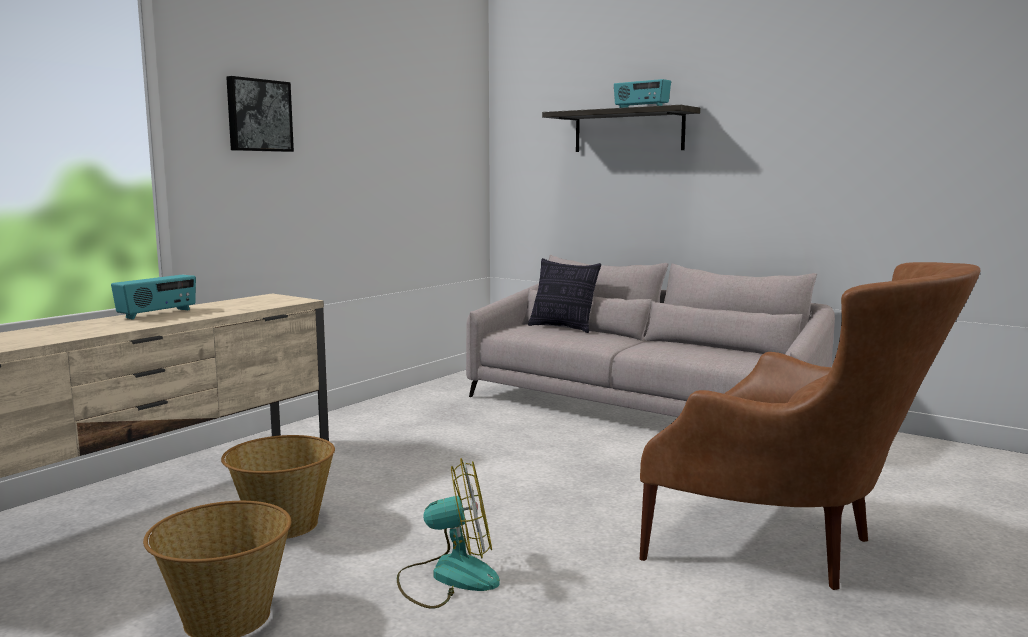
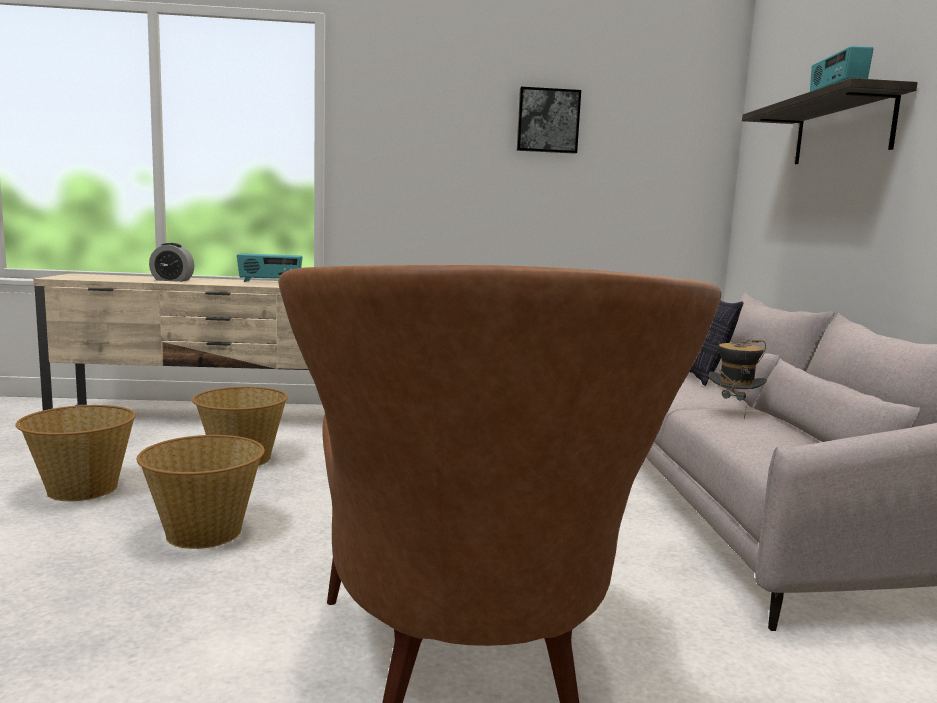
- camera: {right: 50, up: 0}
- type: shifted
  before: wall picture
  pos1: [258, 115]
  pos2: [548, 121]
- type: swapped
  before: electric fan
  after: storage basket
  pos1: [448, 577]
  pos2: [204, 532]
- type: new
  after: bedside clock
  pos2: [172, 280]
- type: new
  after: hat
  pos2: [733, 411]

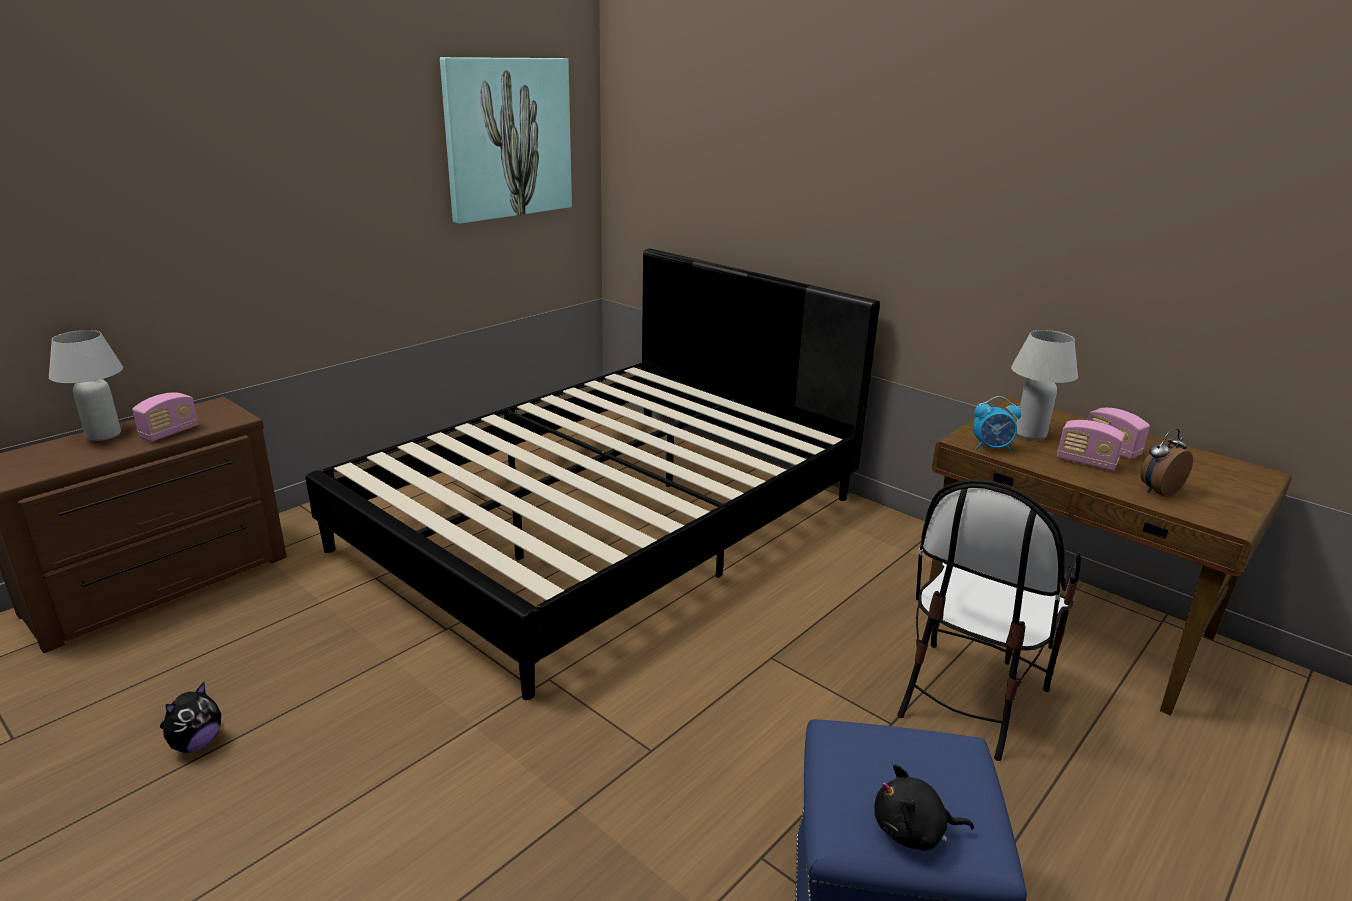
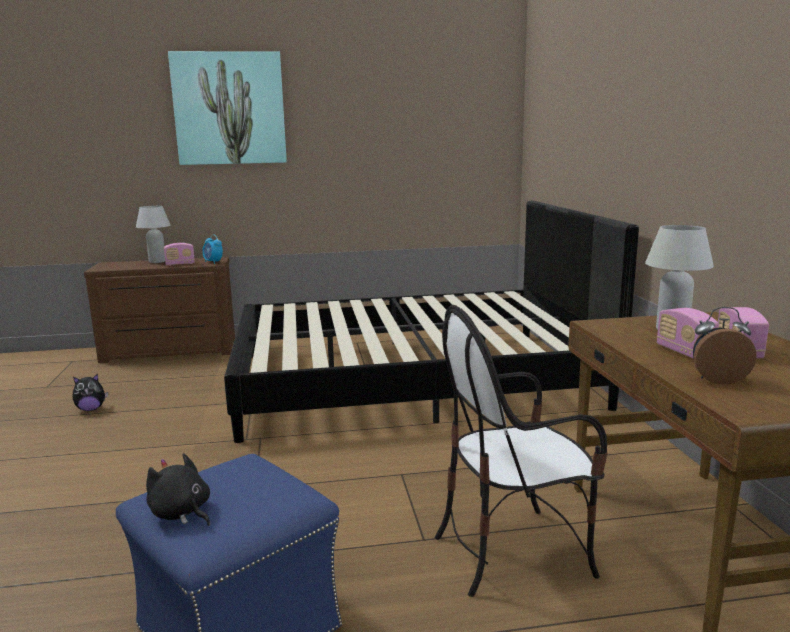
- camera: {right: 40, up: -10}
- type: shifted
  before: wall picture
  pos1: [508, 138]
  pos2: [229, 109]
- type: shifted
  before: bedside clock
  pos1: [991, 448]
  pos2: [213, 262]

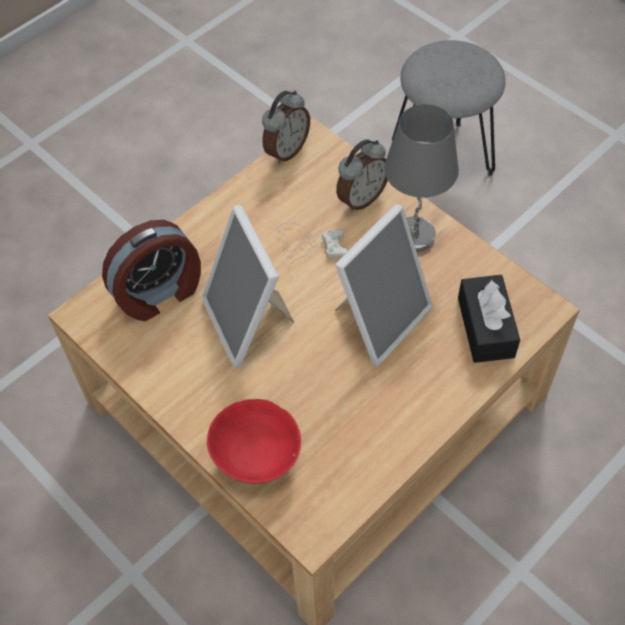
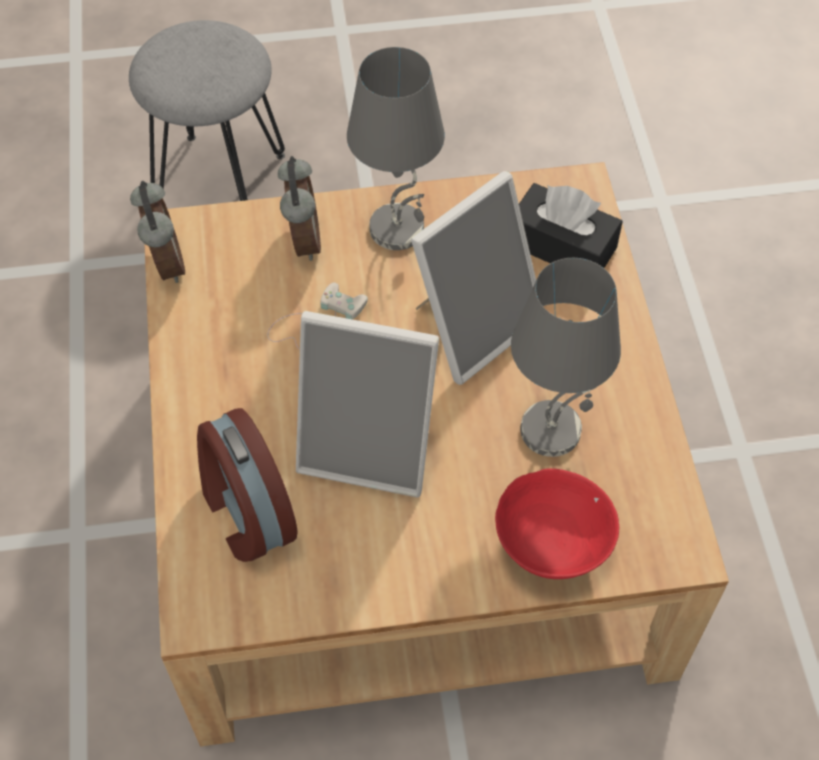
- camera: {right: -55, up: 0}
- type: rotated
  before: picture frame
  pos1: [379, 318]
  pos2: [472, 325]
  turn: 60
- type: rotated
  before: bedside clock
  pos1: [159, 293]
  pos2: [246, 512]
  turn: 150
- type: new
  after: grey lamp for a table
  pos2: [552, 429]

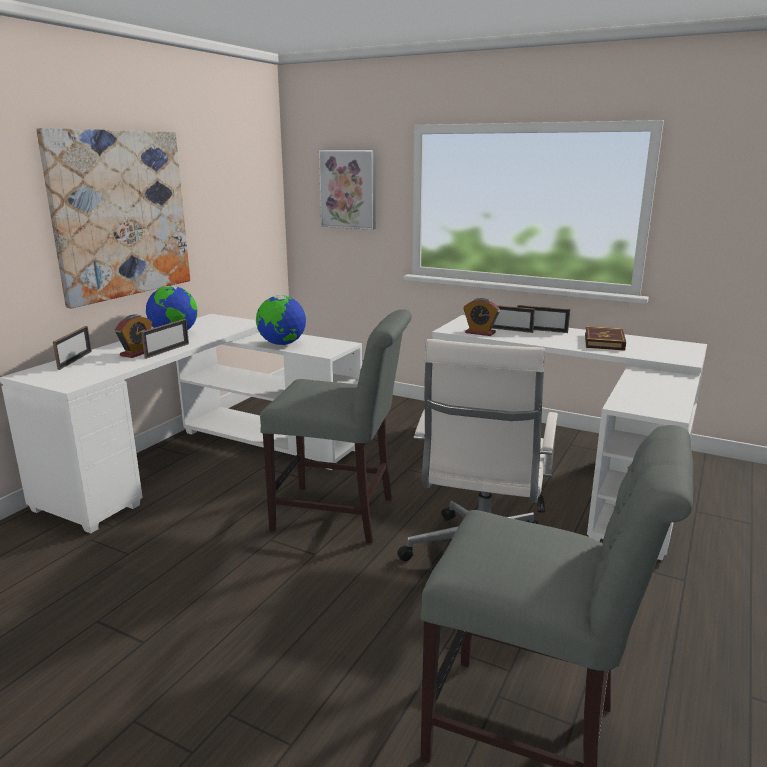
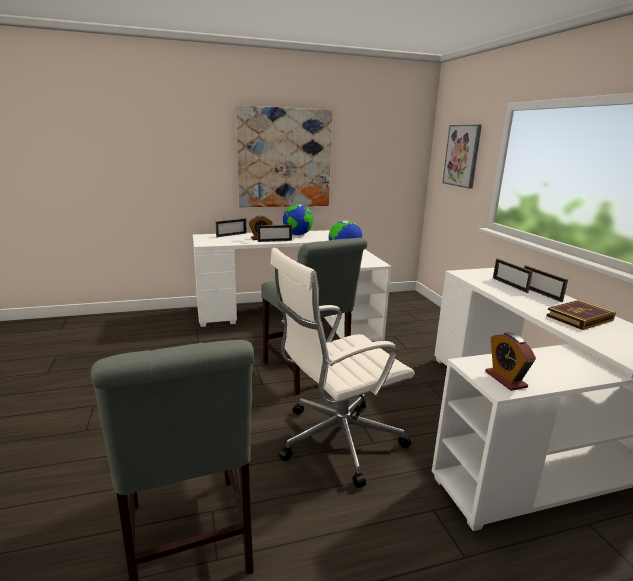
- camera: {right: 45, up: 0}
- type: shifted
  before: bedside clock
  pos1: [480, 333]
  pos2: [505, 379]

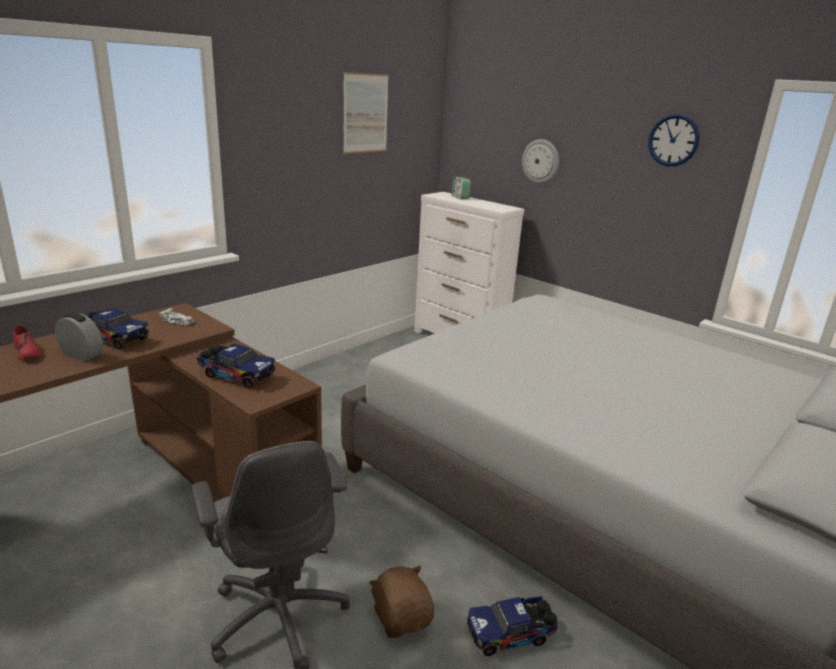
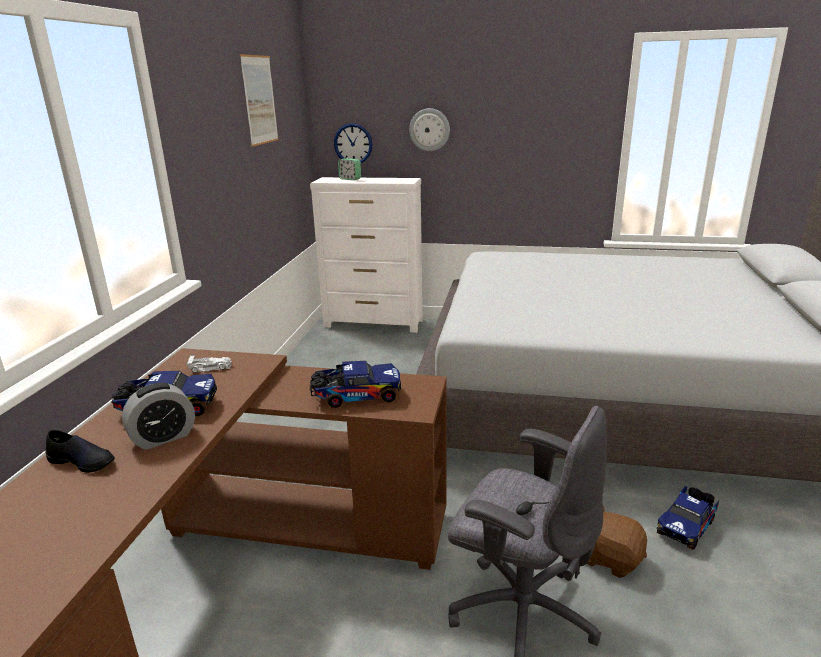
- camera: {right: -30, up: 0}
- type: shifted
  before: wall clock
  pos1: [673, 140]
  pos2: [353, 144]
- type: rotated
  before: bedside clock
  pos1: [82, 355]
  pos2: [163, 437]
  turn: 150
- type: repainted
  before: reddish low shoe
  after: black-coloured low shoe
  pos1: [27, 352]
  pos2: [82, 461]

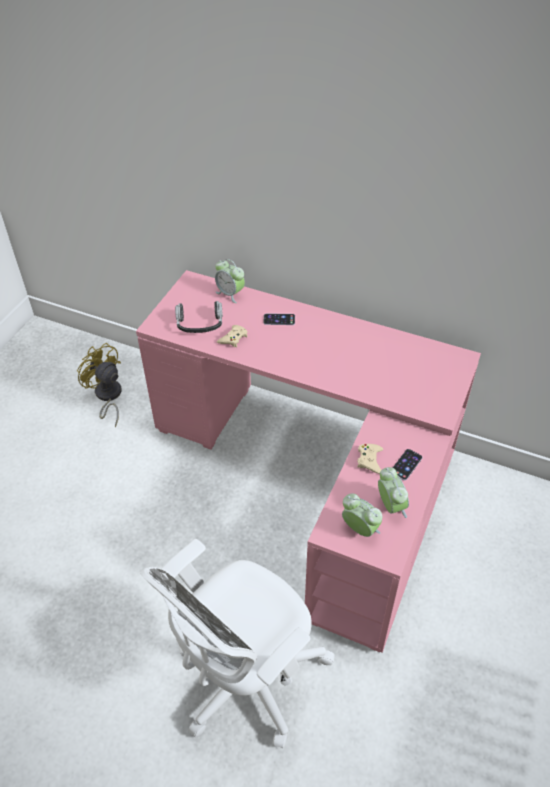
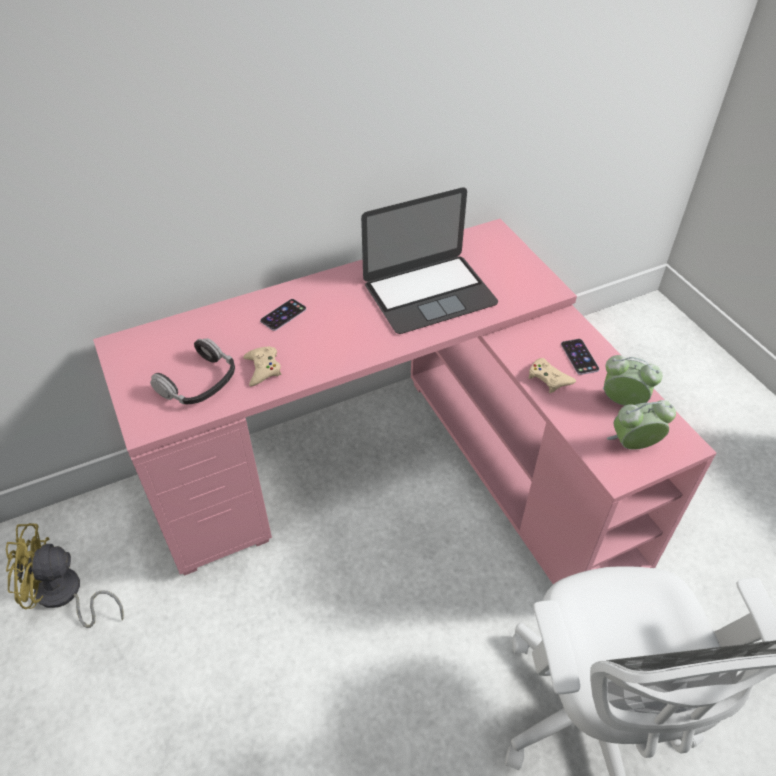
- camera: {right: -50, up: 0}
- type: gone
  before: bedside clock
  pos1: [230, 293]
- type: new
  after: portable computer
  pos2: [429, 293]

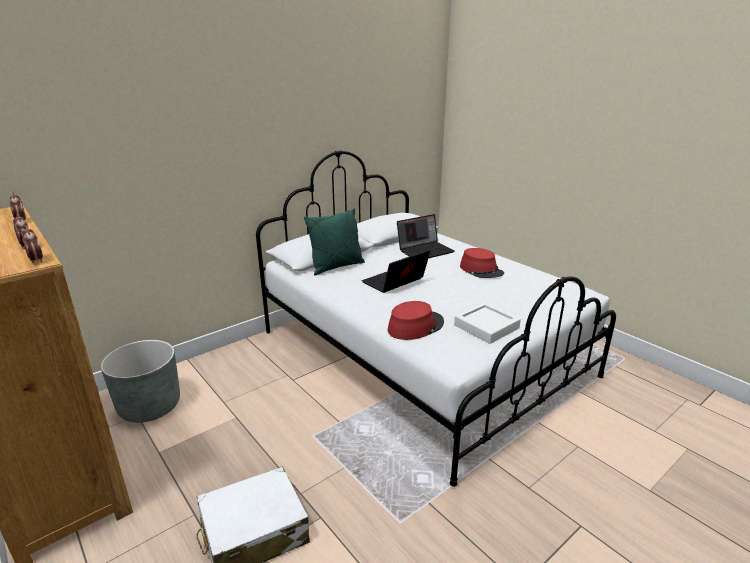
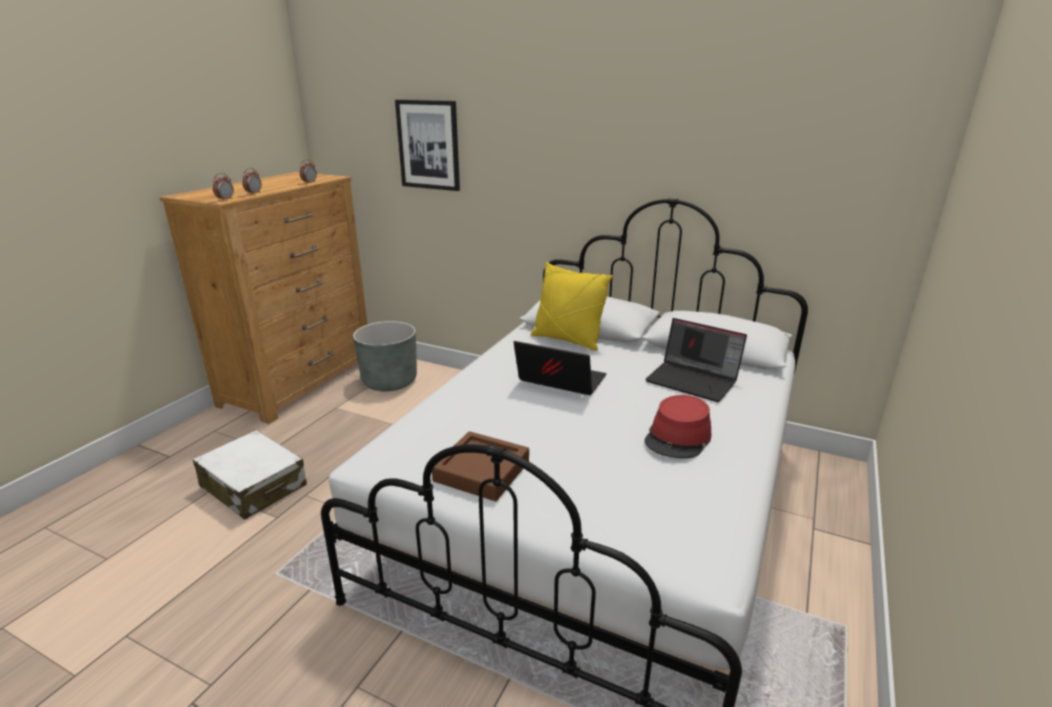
- camera: {right: 65, up: 0}
- type: repainted
  before: green-coloured throw pillow
  after: yellowish throw pillow
  pos1: [336, 267]
  pos2: [567, 340]
- type: gone
  before: reddish hat
  pos1: [415, 326]
- type: repainted
  before: white-coloured tray
  after: brown tray
  pos1: [486, 327]
  pos2: [481, 471]
- type: new
  after: wall picture
  pos2: [428, 145]

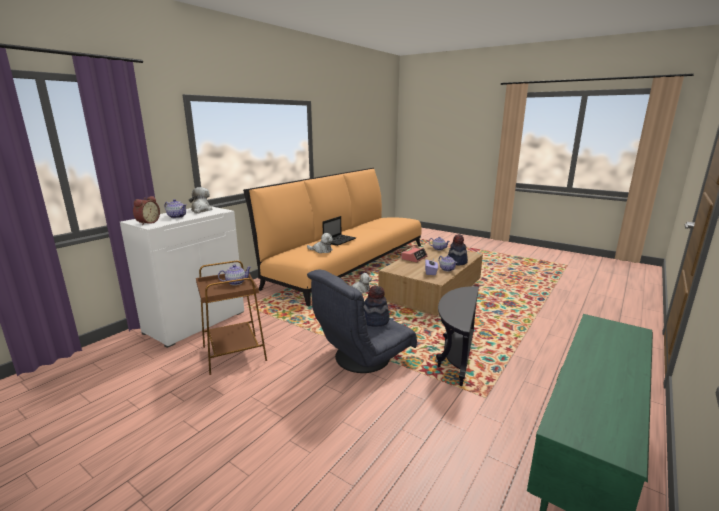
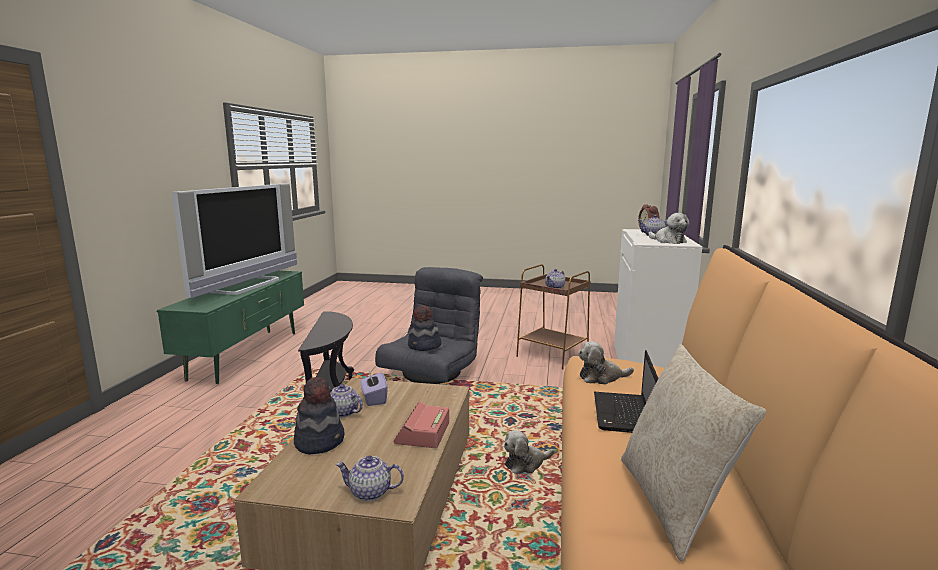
- camera: {right: 155, up: -5}
- type: new
  after: TV
  pos2: [248, 285]
- type: new
  after: beige throw pillow
  pos2: [673, 503]

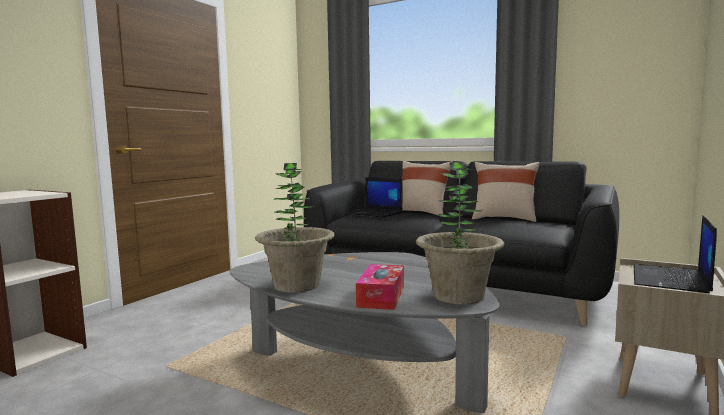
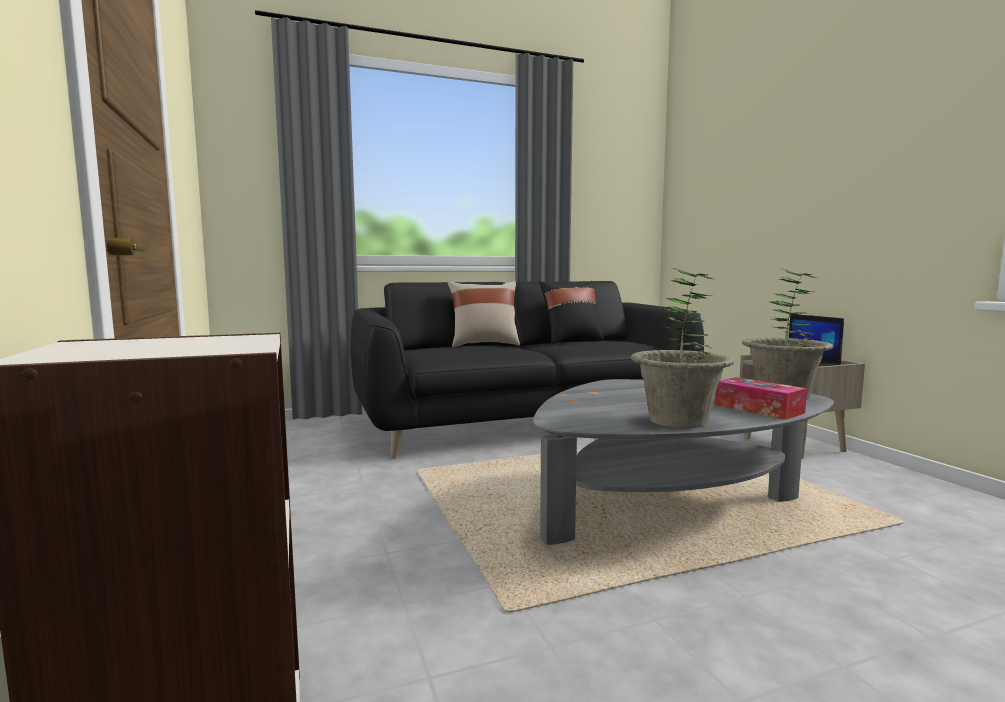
- camera: {right: -50, up: 0}
- type: repainted
  before: beige throw pillow
  after: black-coloured throw pillow
  pos1: [504, 218]
  pos2: [571, 341]
- type: gone
  before: portable computer
  pos1: [375, 213]

